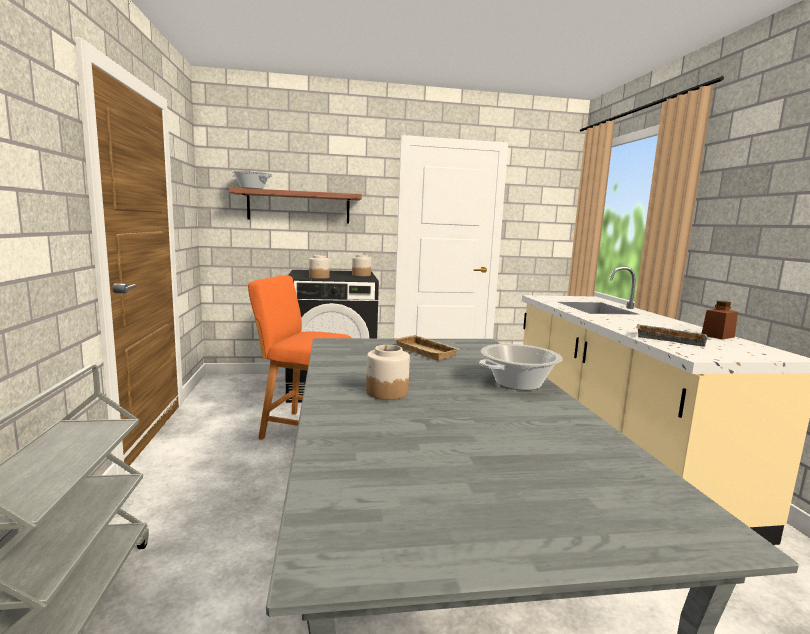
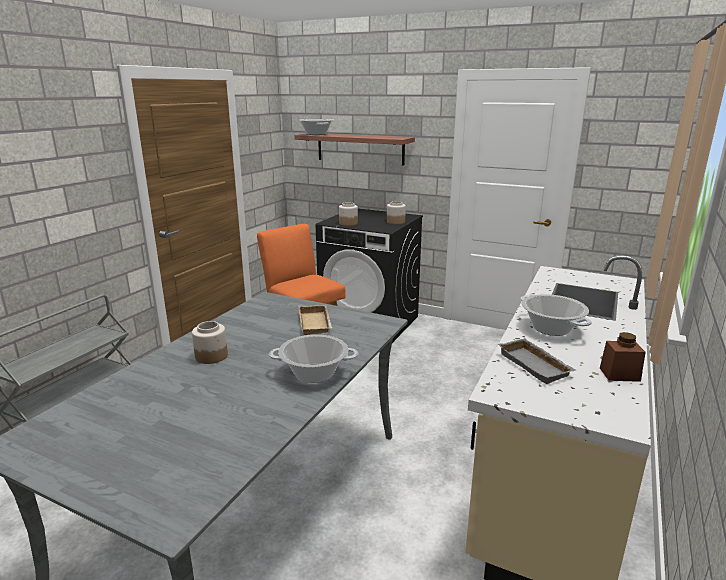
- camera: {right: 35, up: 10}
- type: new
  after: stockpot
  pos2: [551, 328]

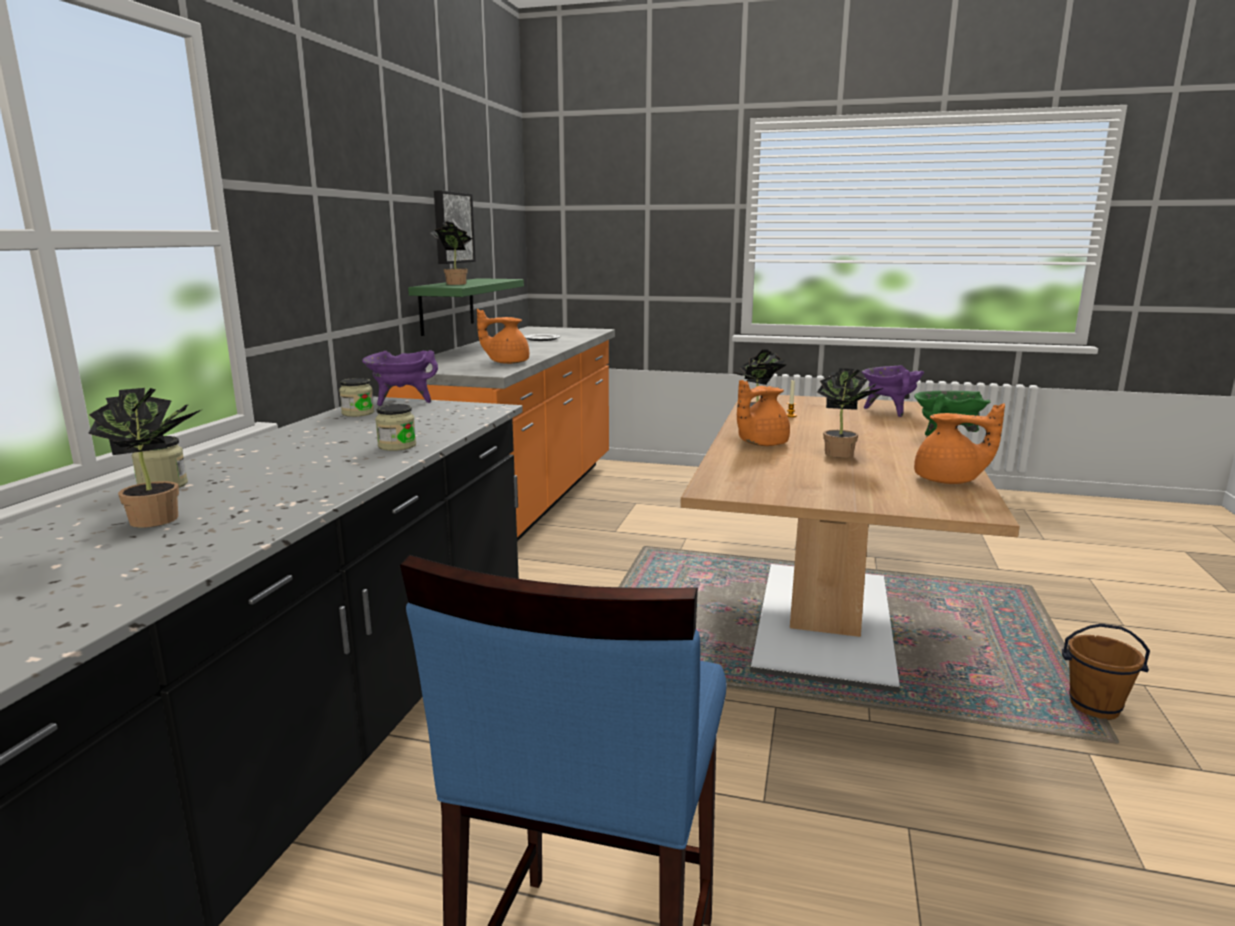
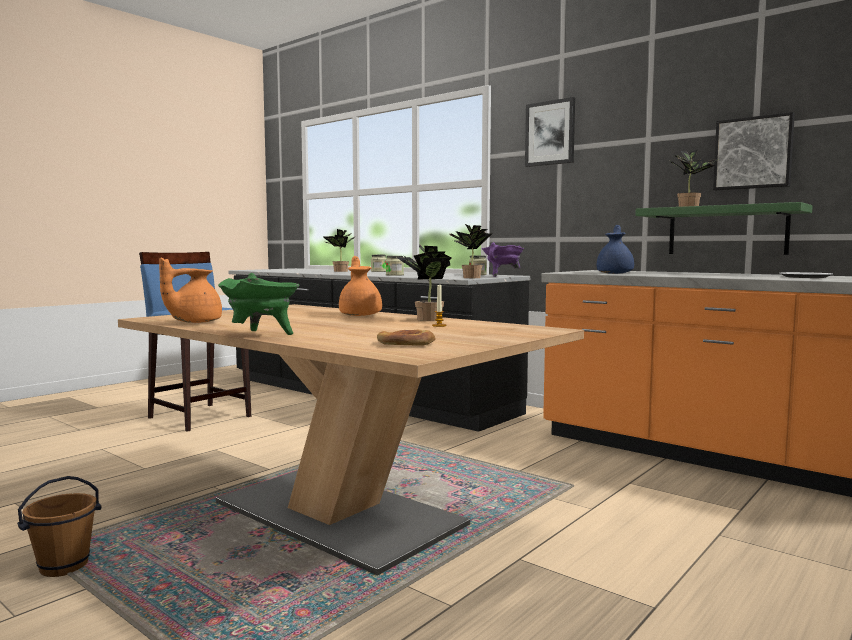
- camera: {right: 115, up: -10}
- type: repainted
  before: orange-coloured pot for tea
  after: blue-coloured pot for tea
  pos1: [507, 362]
  pos2: [615, 273]
- type: swapped
  before: purplish stockpot
  after: bakery bread
  pos1: [889, 411]
  pos2: [406, 343]
- type: shifted
  before: plant in a pot
  pos1: [843, 454]
  pos2: [469, 278]
- type: new
  after: wall picture
  pos2: [550, 133]

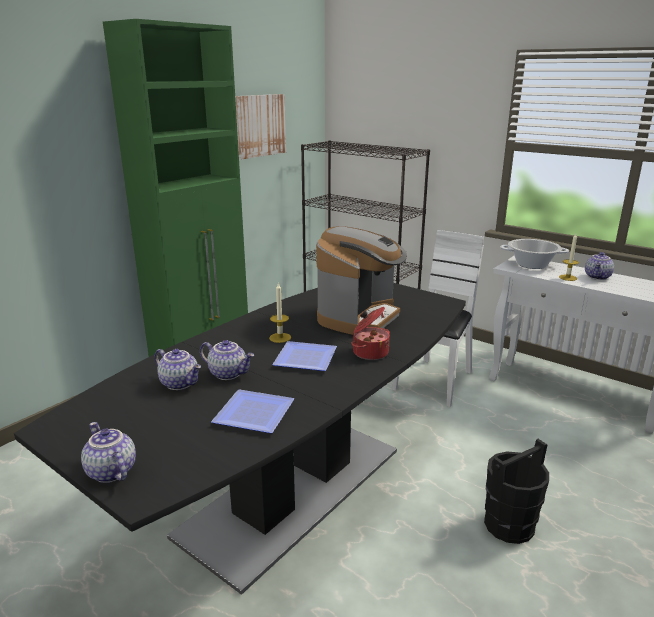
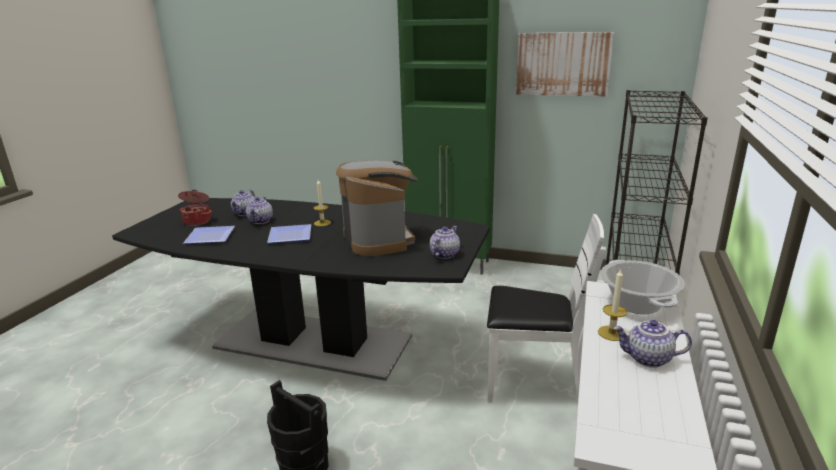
- camera: {right: 70, up: 0}
- type: rotated
  before: coffee brewer
  pos1: [359, 317]
  pos2: [379, 239]
  turn: -120
- type: shifted
  before: stockpot
  pos1: [369, 352]
  pos2: [198, 221]
- type: shifted
  before: pot for tea
  pos1: [110, 472]
  pos2: [444, 254]

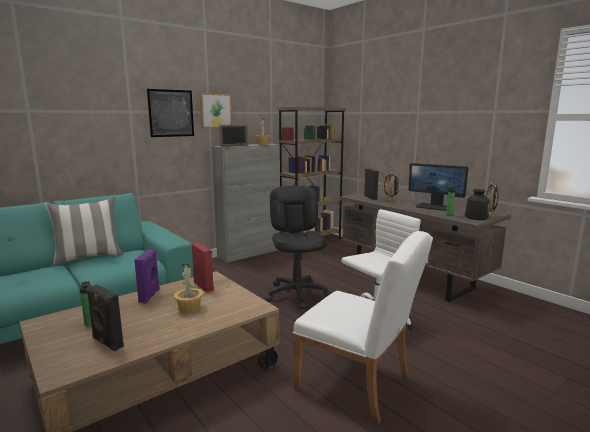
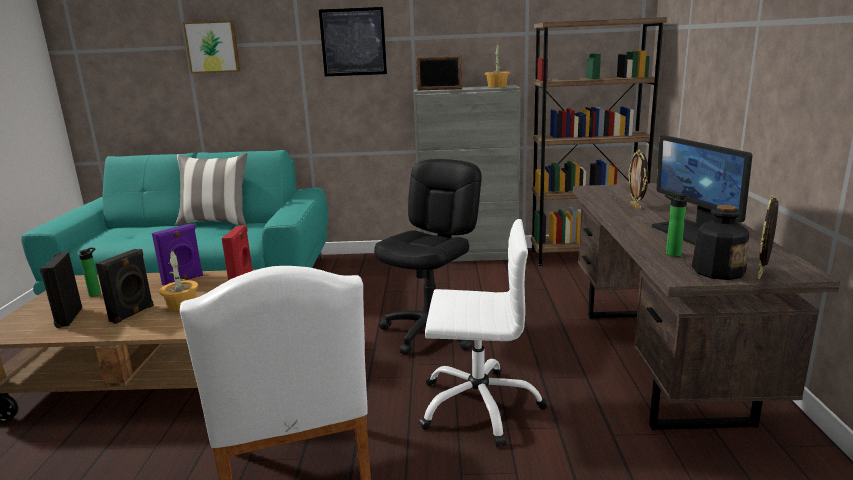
- camera: {right: 40, up: 5}
- type: shifted
  before: wall picture
  pos1: [215, 110]
  pos2: [213, 47]
- type: shifted
  before: black-coloured audio speaker
  pos1: [371, 198]
  pos2: [133, 313]

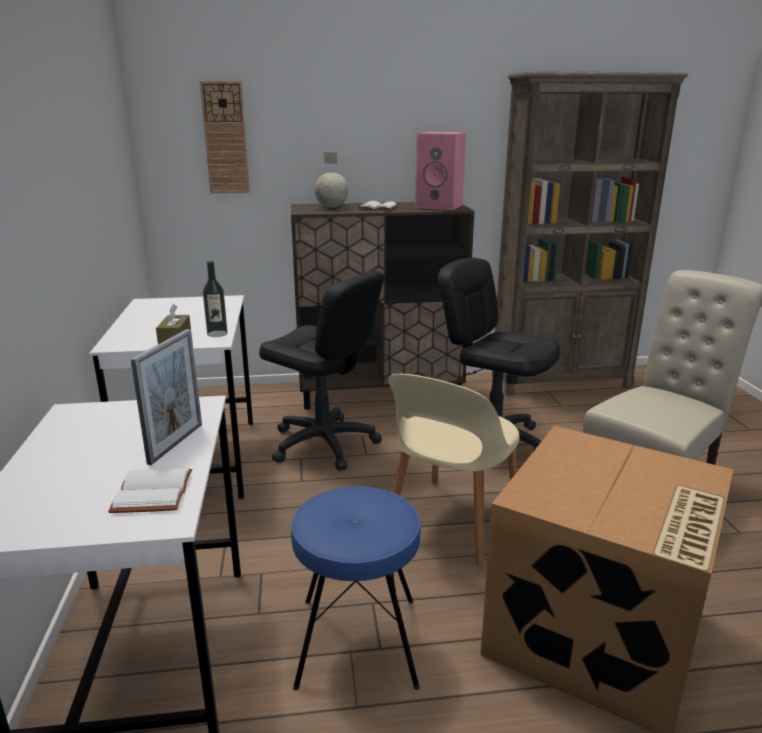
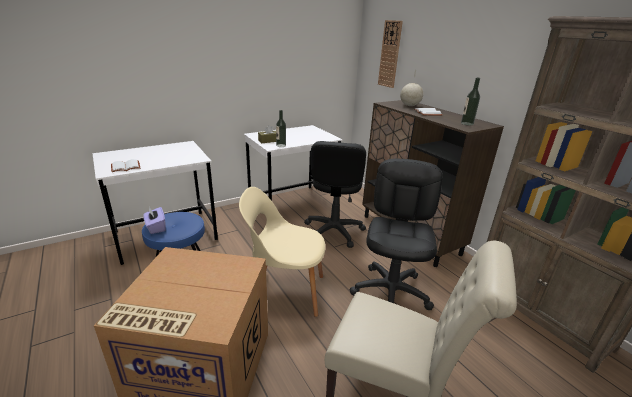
- camera: {right: 65, up: 5}
- type: swapped
  before: pink audio speaker
  after: drink bottle
  pos1: [440, 206]
  pos2: [467, 123]
- type: gone
  before: picture frame
  pos1: [176, 443]
- type: new
  after: purplish tissue holder
  pos2: [156, 227]

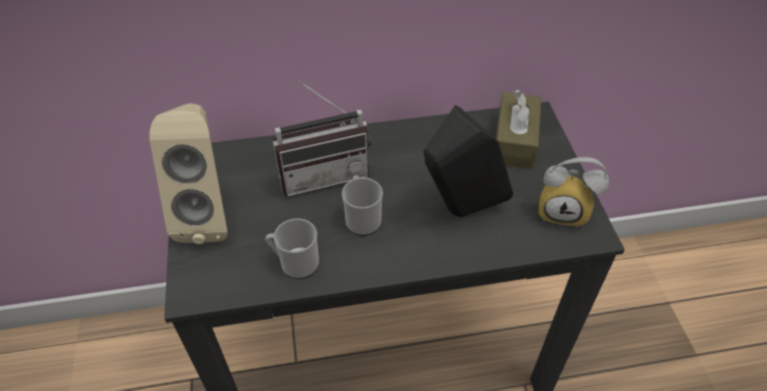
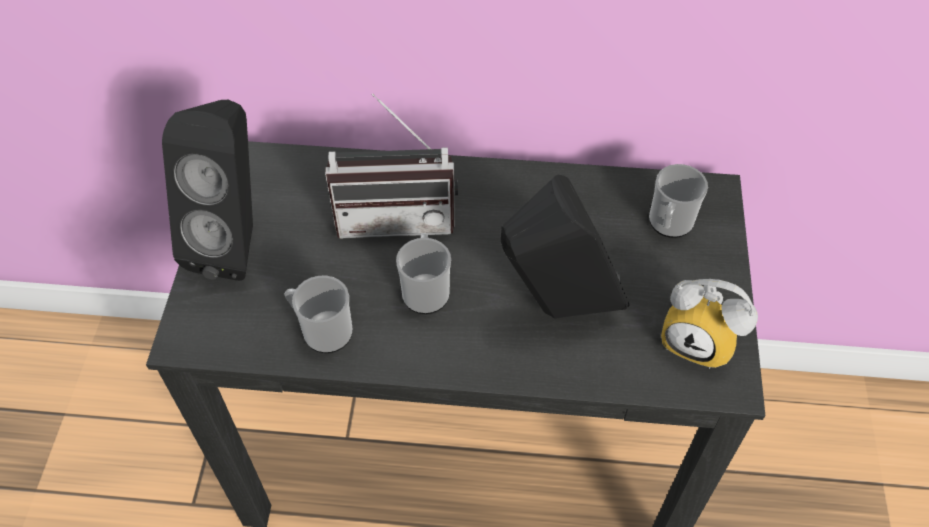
- camera: {right: 15, up: 5}
- type: swapped
  before: brown tissue holder
  after: coffee mug
  pos1: [514, 141]
  pos2: [669, 224]
- type: repainted
  before: beige audio speaker
  after: black-coloured audio speaker
  pos1: [208, 215]
  pos2: [236, 241]

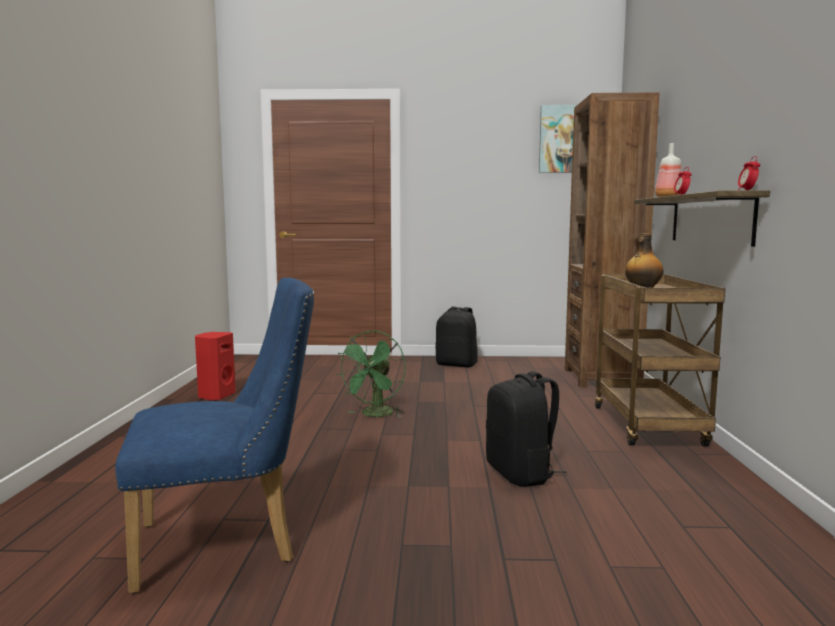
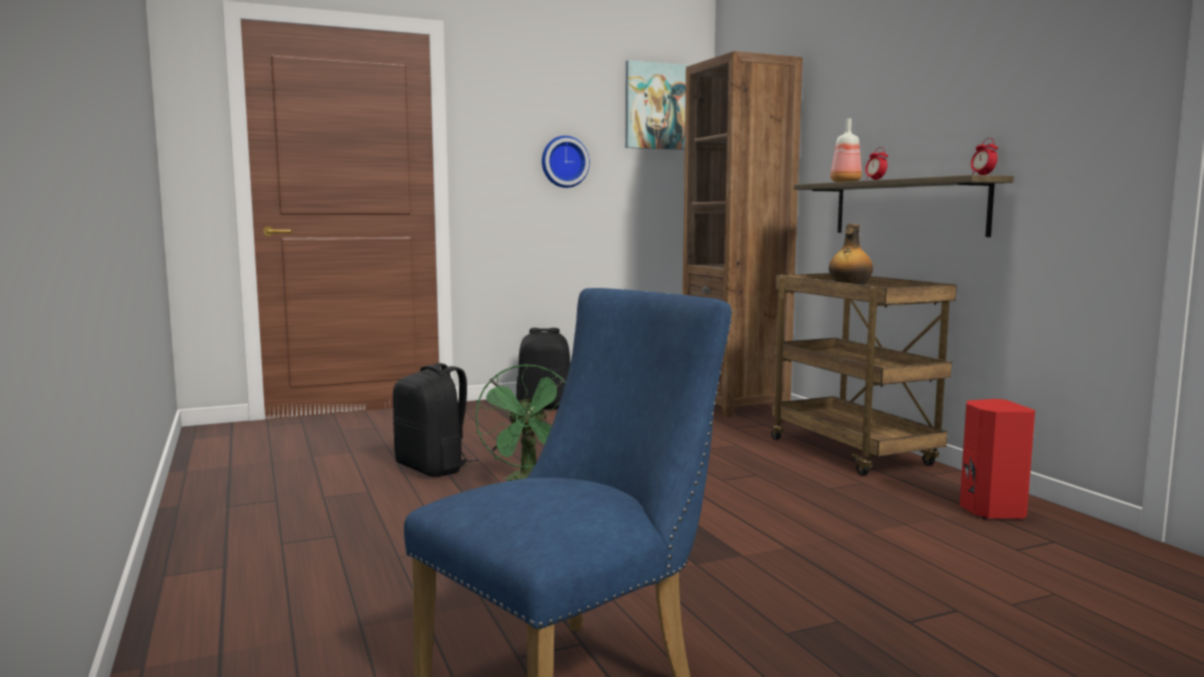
- camera: {right: -25, up: 0}
- type: shifted
  before: reddish audio speaker
  pos1: [215, 396]
  pos2: [989, 511]
- type: shifted
  before: black-coloured rucksack
  pos1: [521, 474]
  pos2: [433, 468]
- type: new
  after: wall clock
  pos2: [564, 162]

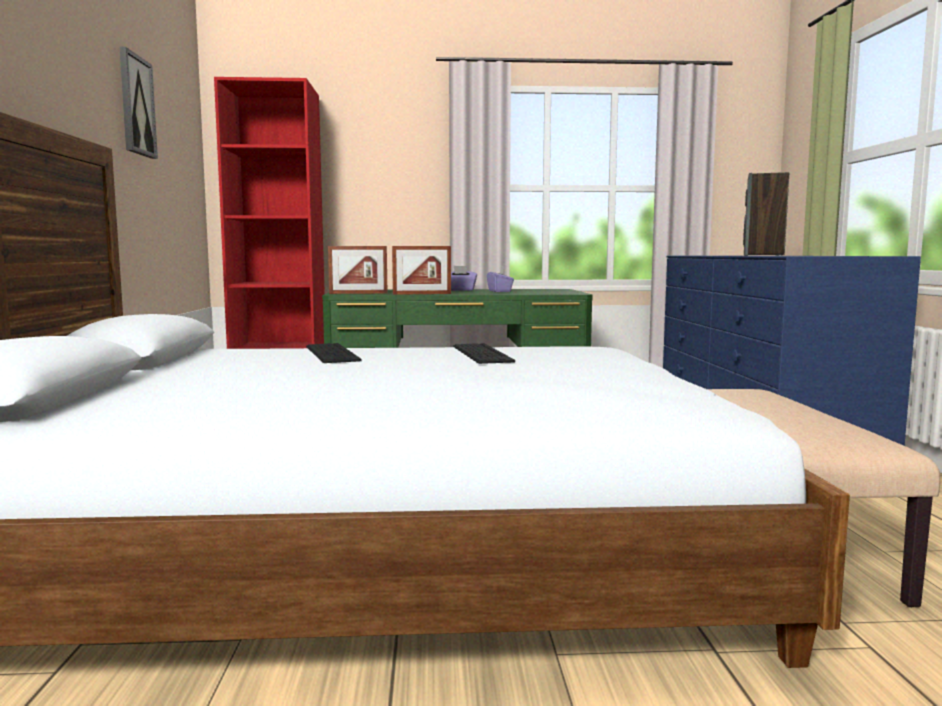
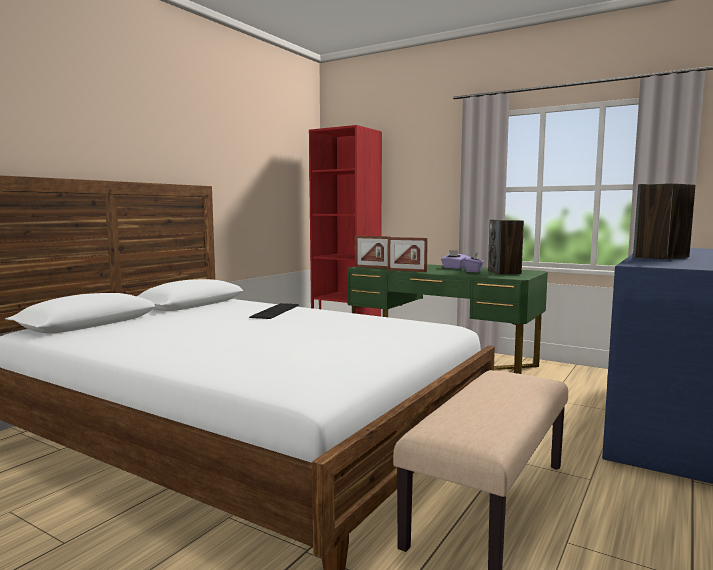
- camera: {right: 35, up: 0}
- type: gone
  before: wall picture
  pos1: [136, 105]
- type: gone
  before: PC keyboard
  pos1: [481, 354]
- type: new
  after: audio speaker
  pos2: [504, 272]

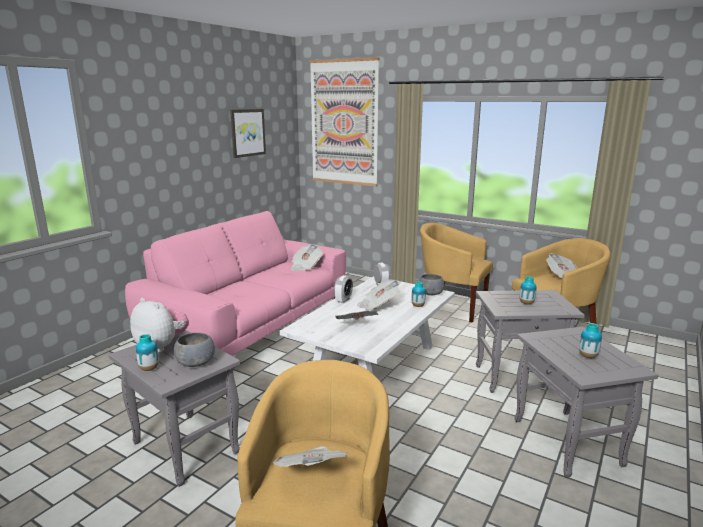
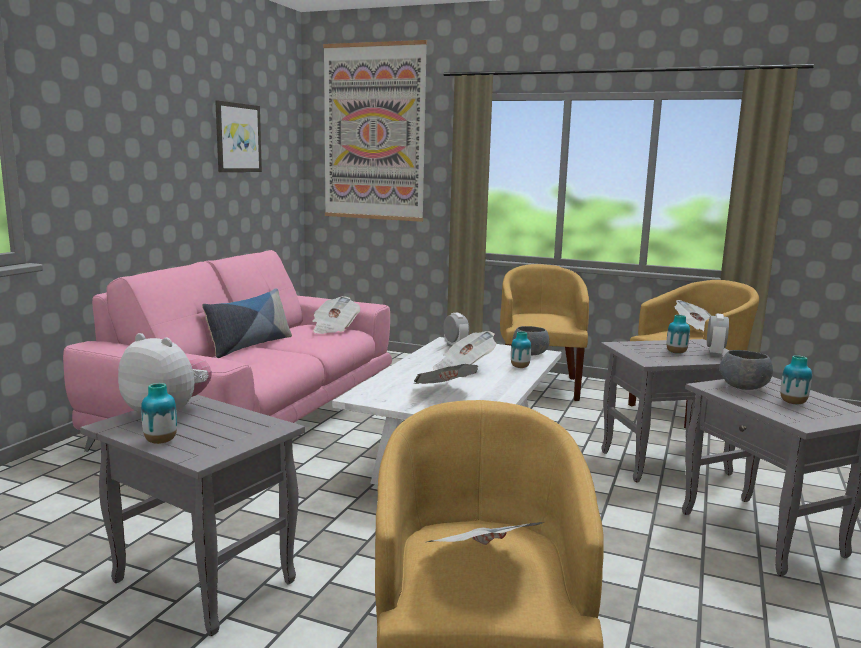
- camera: {right: -10, up: -5}
- type: rotated
  before: yellowish easy chair
  pos1: [451, 307]
  pos2: [539, 386]
  turn: 75
- type: shifted
  before: bedside clock
  pos1: [343, 300]
  pos2: [715, 353]
- type: shifted
  before: grey bowl
  pos1: [197, 363]
  pos2: [744, 387]
- type: new
  after: throw pillow
  pos2: [250, 345]

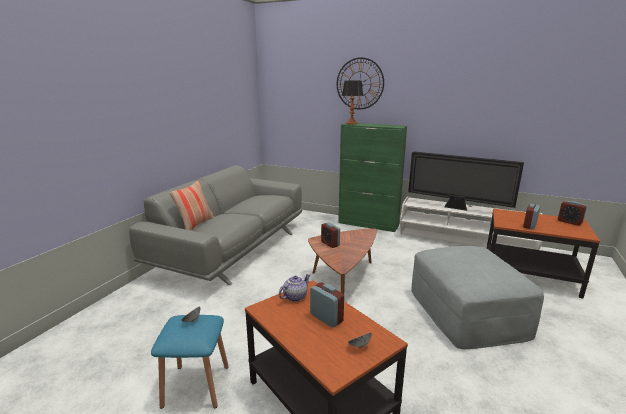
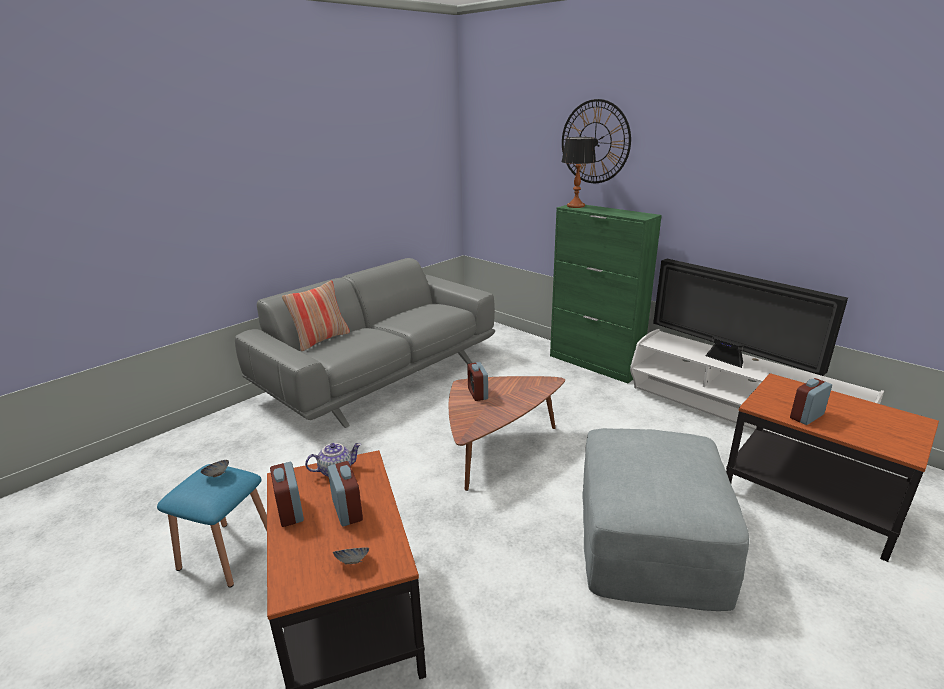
- camera: {right: 20, up: 5}
- type: shifted
  before: bedside clock
  pos1: [569, 222]
  pos2: [290, 511]

